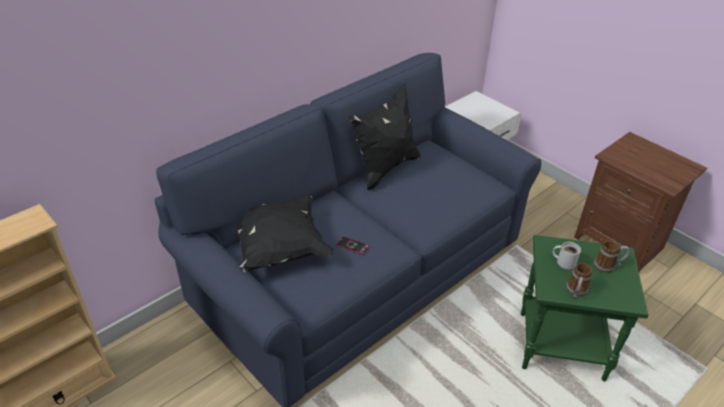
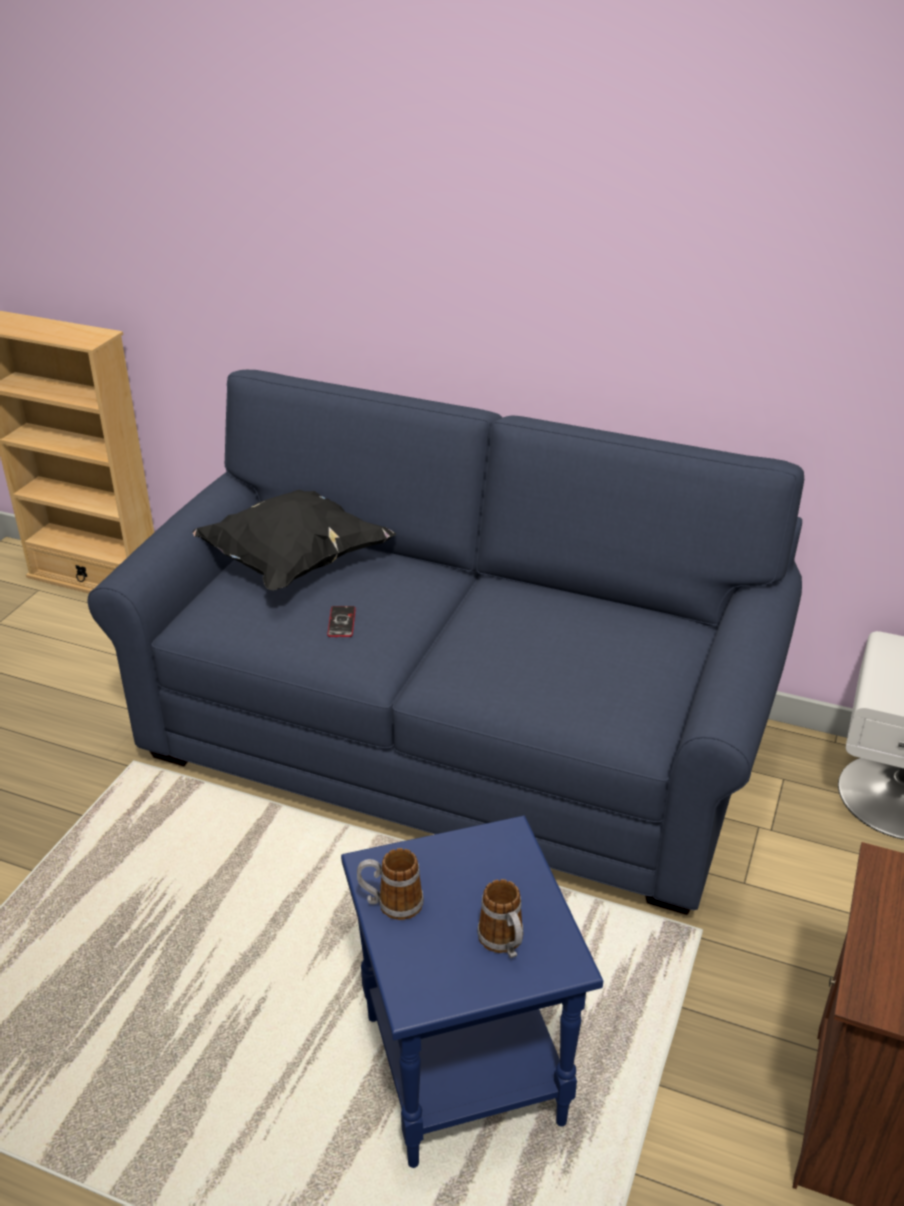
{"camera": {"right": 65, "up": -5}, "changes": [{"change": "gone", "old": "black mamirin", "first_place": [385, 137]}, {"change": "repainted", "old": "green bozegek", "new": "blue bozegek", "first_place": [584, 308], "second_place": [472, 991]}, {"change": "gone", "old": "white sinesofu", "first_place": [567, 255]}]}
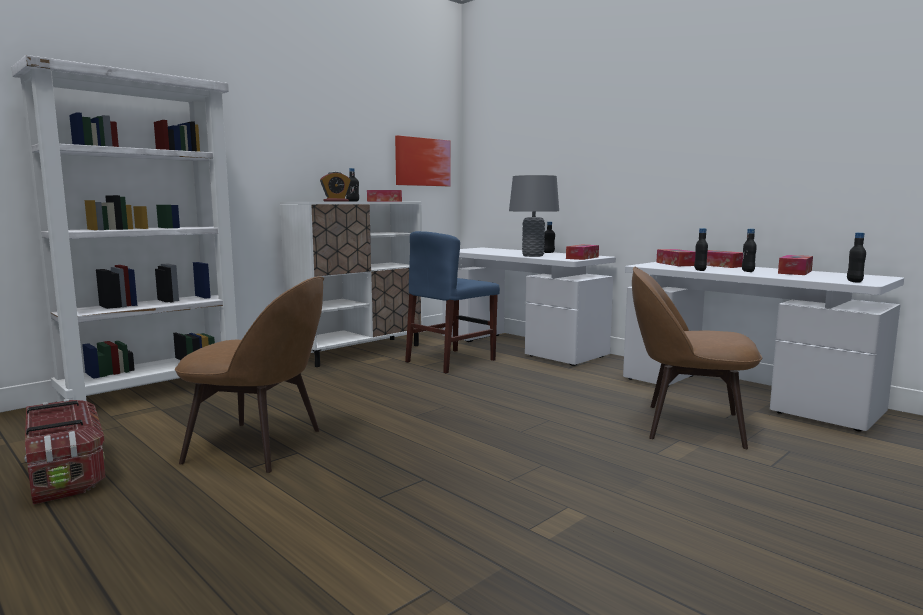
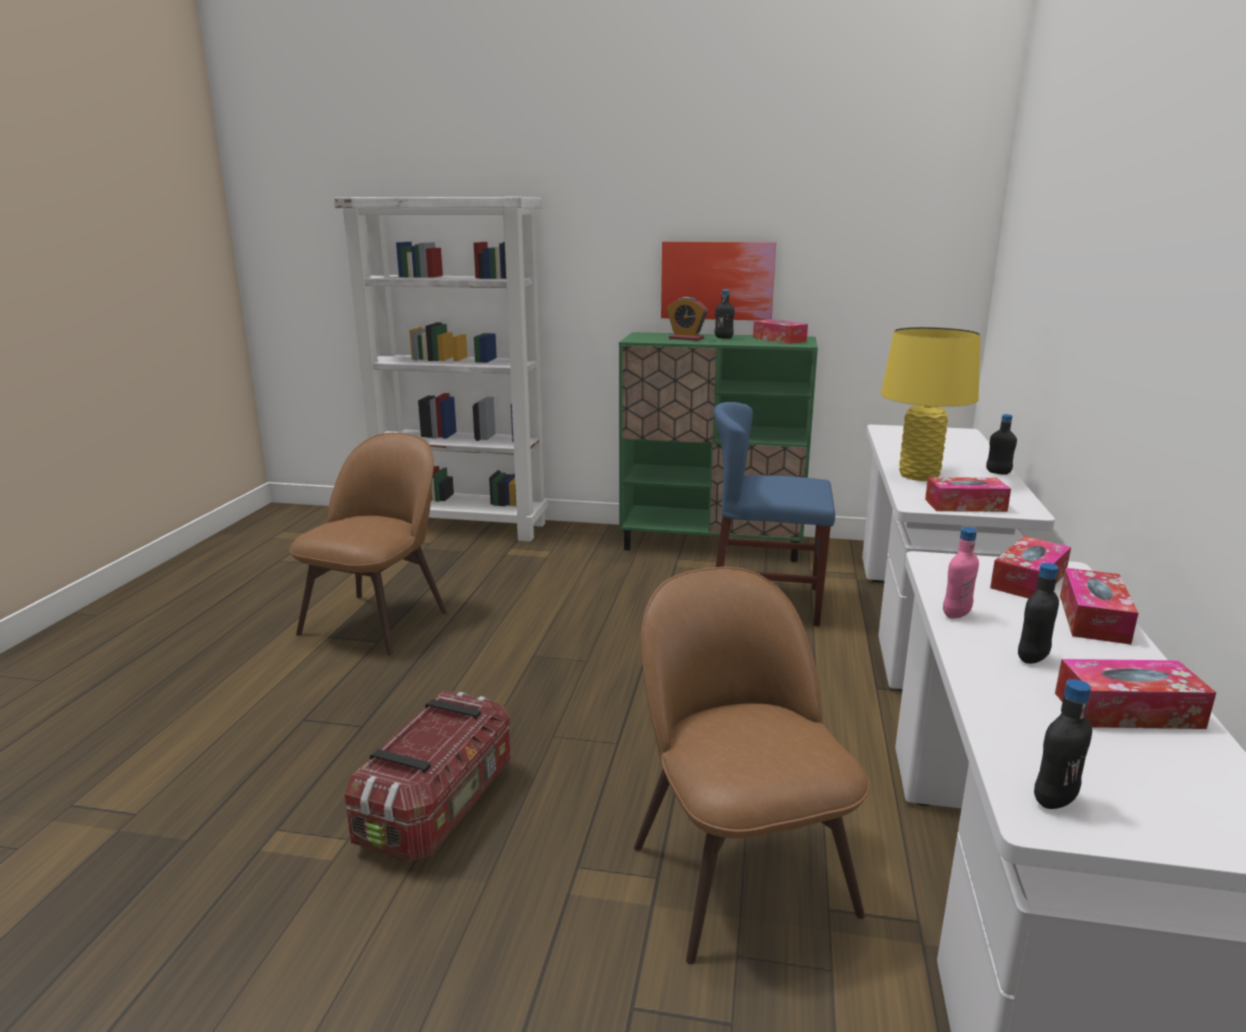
{"camera": {"right": 55, "up": 10}, "changes": [{"change": "shifted", "old": "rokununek", "first_place": [65, 452], "second_place": [428, 776]}, {"change": "rotated", "old": "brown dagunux", "first_place": [249, 374], "second_place": [368, 544], "degrees": -135}, {"change": "repainted", "old": "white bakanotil", "new": "green bakanotil", "first_place": [351, 284], "second_place": [718, 447]}, {"change": "shifted", "old": "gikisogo", "first_place": [423, 160], "second_place": [718, 281]}, {"change": "repainted", "old": "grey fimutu", "new": "yellow fimutu", "first_place": [534, 216], "second_place": [931, 404]}, {"change": "repainted", "old": "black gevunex", "new": "pink gevunex", "first_place": [701, 249], "second_place": [961, 573]}]}
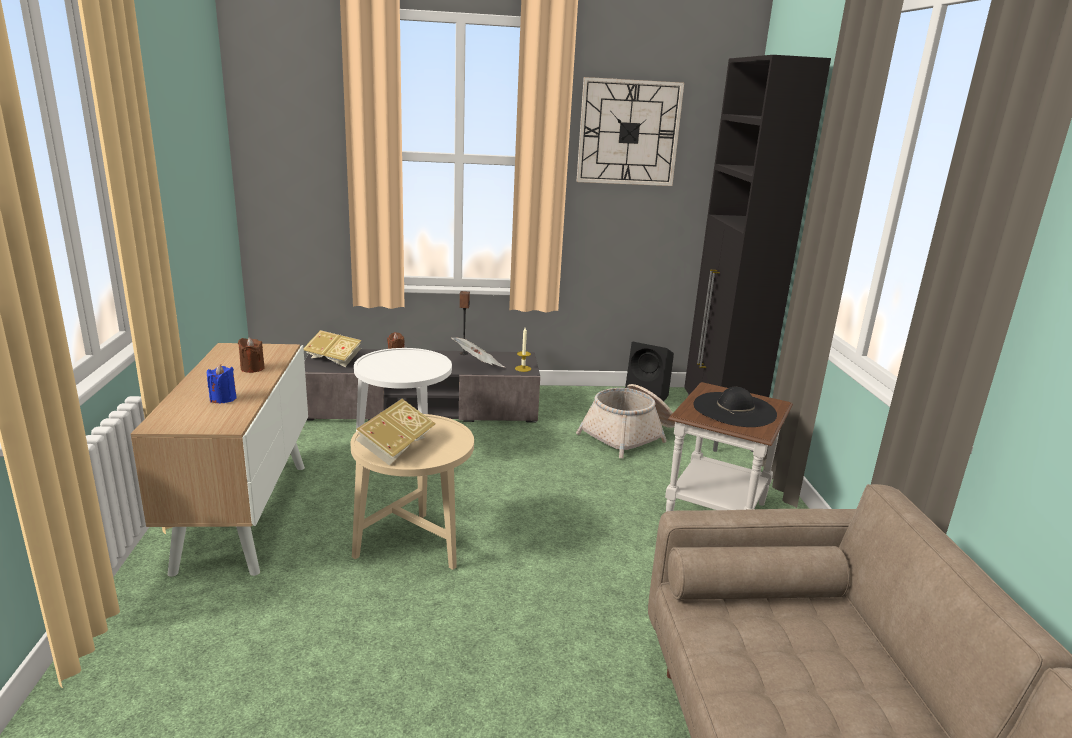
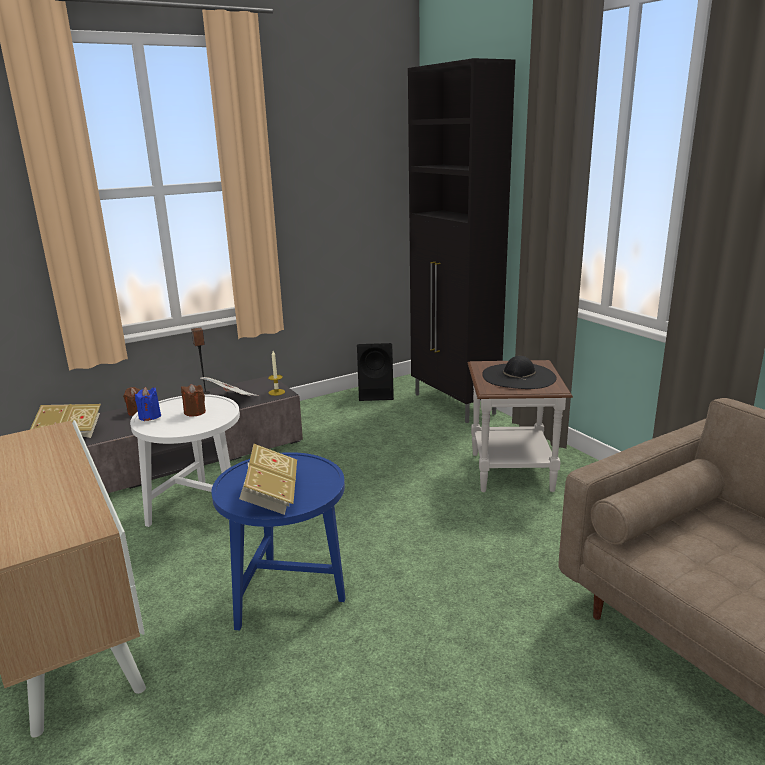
{"camera": {"right": -25, "up": 0}, "changes": [{"change": "shifted", "old": "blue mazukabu", "first_place": [222, 383], "second_place": [148, 404]}, {"change": "shifted", "old": "brown mazukabu", "first_place": [251, 355], "second_place": [193, 400]}, {"change": "repainted", "old": "beige bozegek", "new": "blue bozegek", "first_place": [412, 492], "second_place": [278, 541]}, {"change": "gone", "old": "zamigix", "first_place": [630, 131]}, {"change": "gone", "old": "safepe", "first_place": [625, 421]}]}
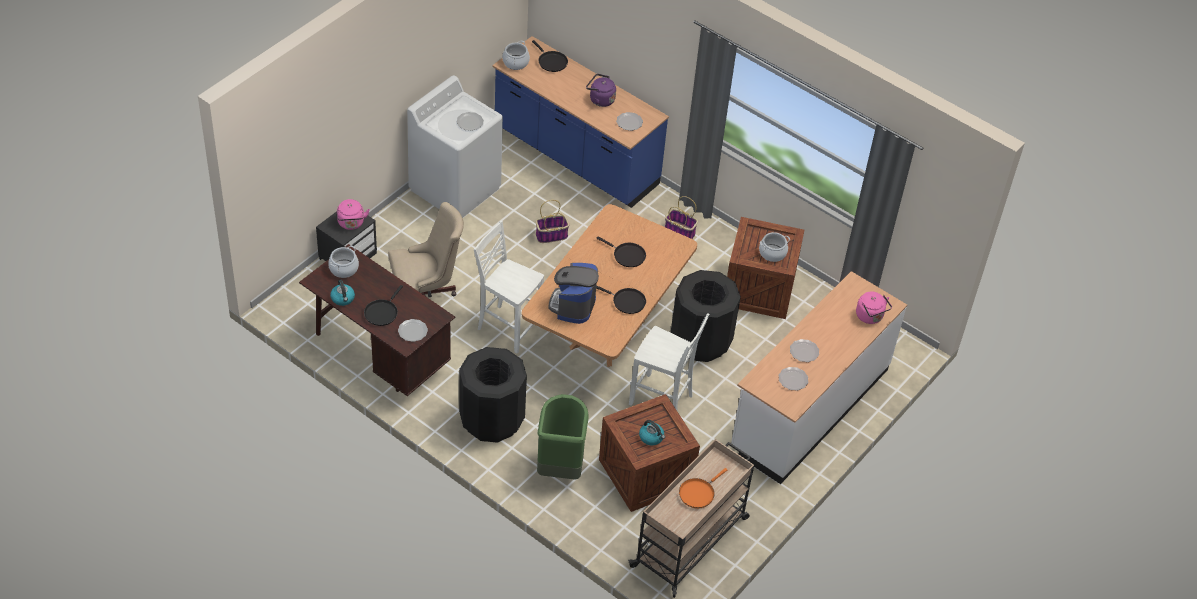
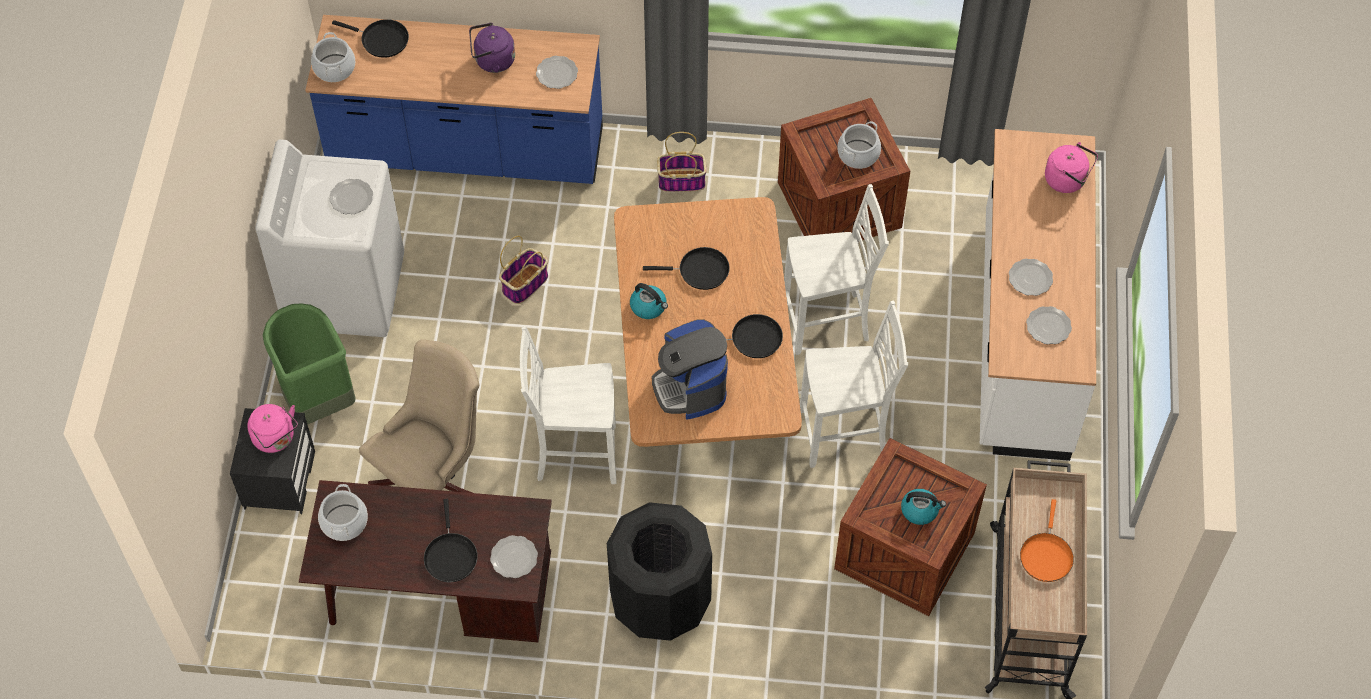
{"camera": {"right": -30, "up": 10}, "changes": [{"change": "shifted", "old": "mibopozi", "first_place": [342, 293], "second_place": [649, 301]}, {"change": "shifted", "old": "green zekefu", "first_place": [562, 436], "second_place": [309, 364]}, {"change": "swapped", "old": "black zekefu", "new": "white dagunux", "first_place": [706, 316], "second_place": [836, 269]}]}
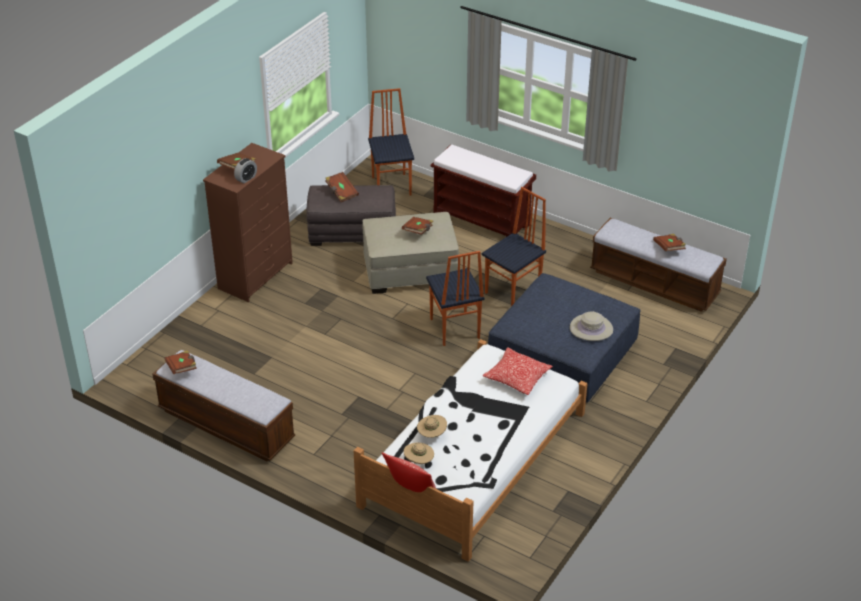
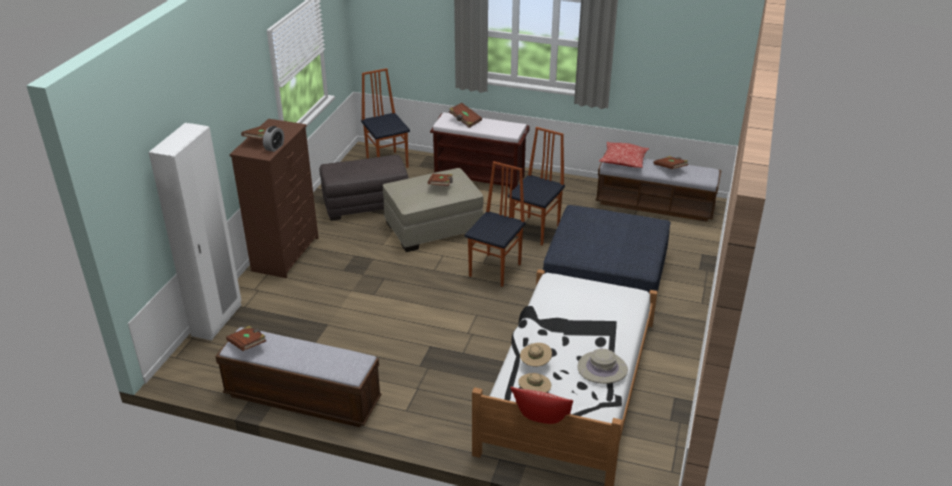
{"camera": {"right": -15, "up": -5}, "changes": [{"change": "shifted", "old": "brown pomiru", "first_place": [342, 187], "second_place": [465, 115]}, {"change": "rotated", "old": "dagunux", "first_place": [455, 298], "second_place": [495, 224], "degrees": -120}, {"change": "shifted", "old": "mamirin", "first_place": [517, 371], "second_place": [624, 155]}, {"change": "shifted", "old": "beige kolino", "first_place": [591, 326], "second_place": [603, 366]}, {"change": "new", "new": "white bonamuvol", "second_place": [195, 232]}]}
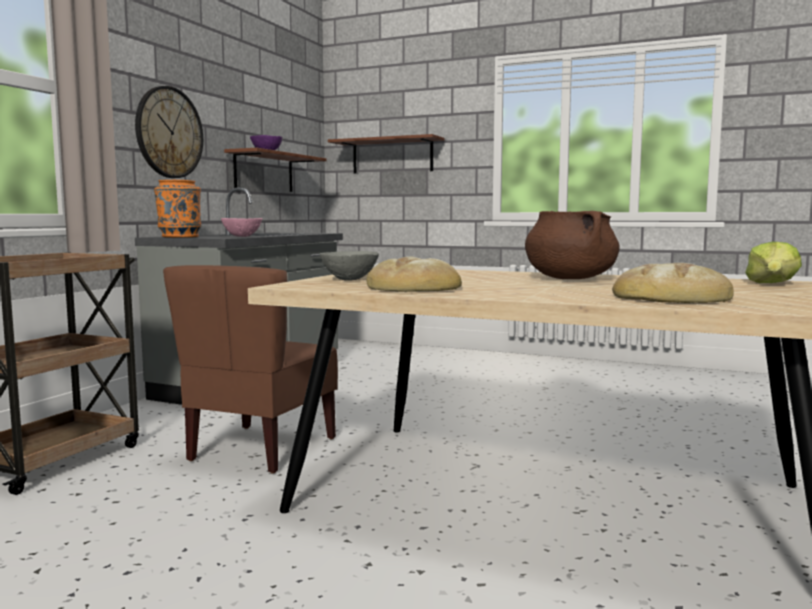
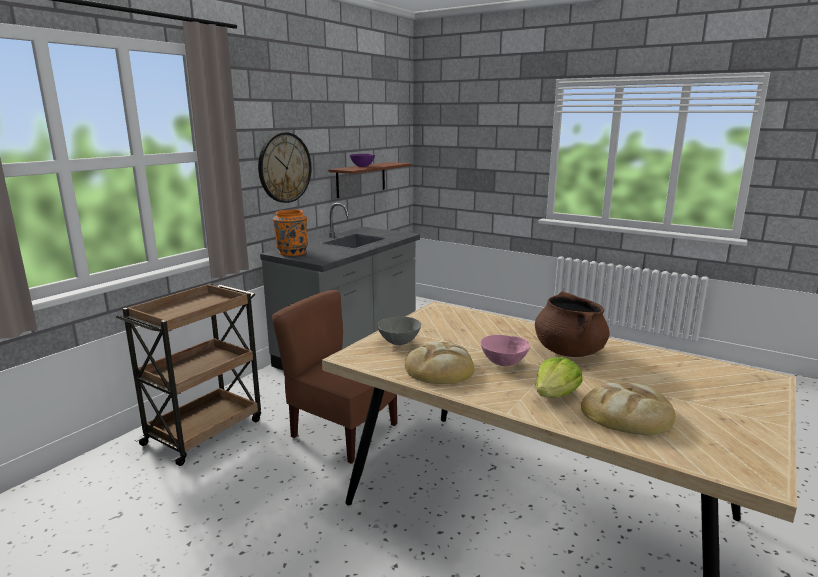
{"camera": {"right": 10, "up": 10}, "changes": [{"change": "rotated", "old": "brown dagunux", "first_place": [250, 369], "second_place": [334, 377], "degrees": 90}, {"change": "shifted", "old": "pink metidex", "first_place": [241, 227], "second_place": [505, 350]}, {"change": "gone", "old": "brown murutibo", "first_place": [386, 154]}, {"change": "shifted", "old": "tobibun", "first_place": [773, 262], "second_place": [559, 377]}]}
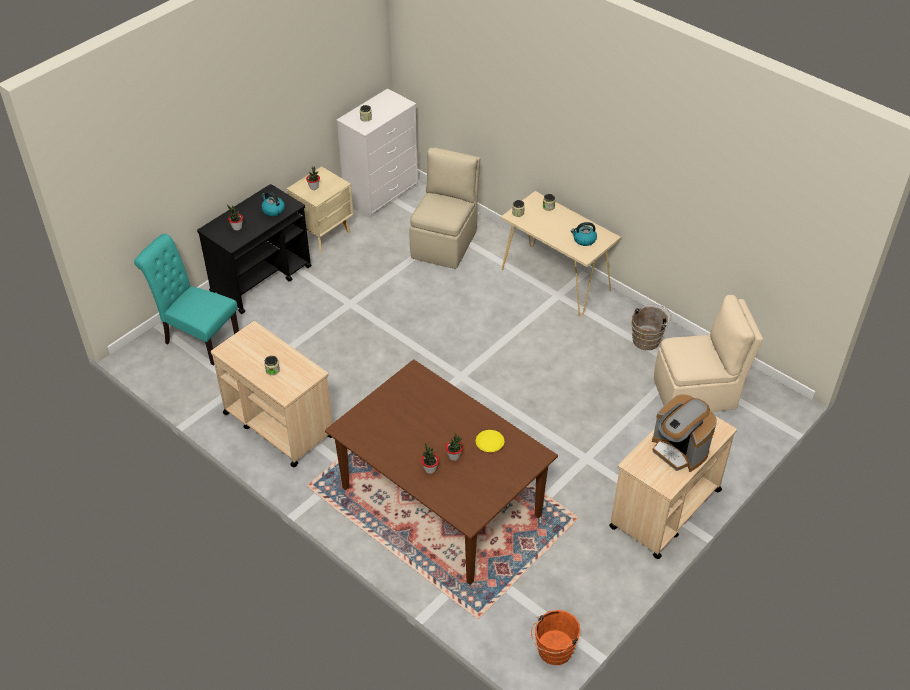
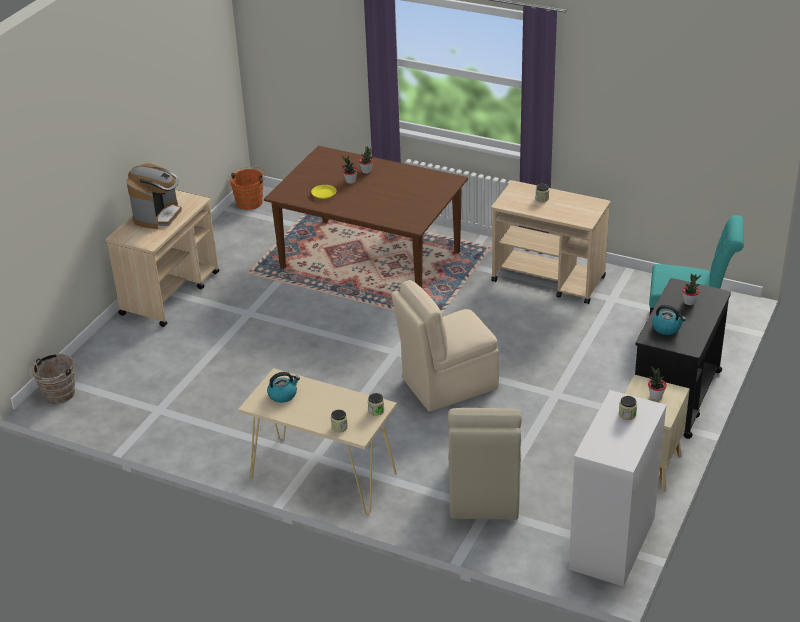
{"camera": {"right": 165, "up": -10}, "changes": [{"change": "shifted", "old": "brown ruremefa", "first_place": [651, 327], "second_place": [51, 378]}, {"change": "rotated", "old": "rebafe", "first_place": [684, 433], "second_place": [154, 196], "degrees": 75}, {"change": "shifted", "old": "beige dagunux", "first_place": [708, 353], "second_place": [445, 346]}]}
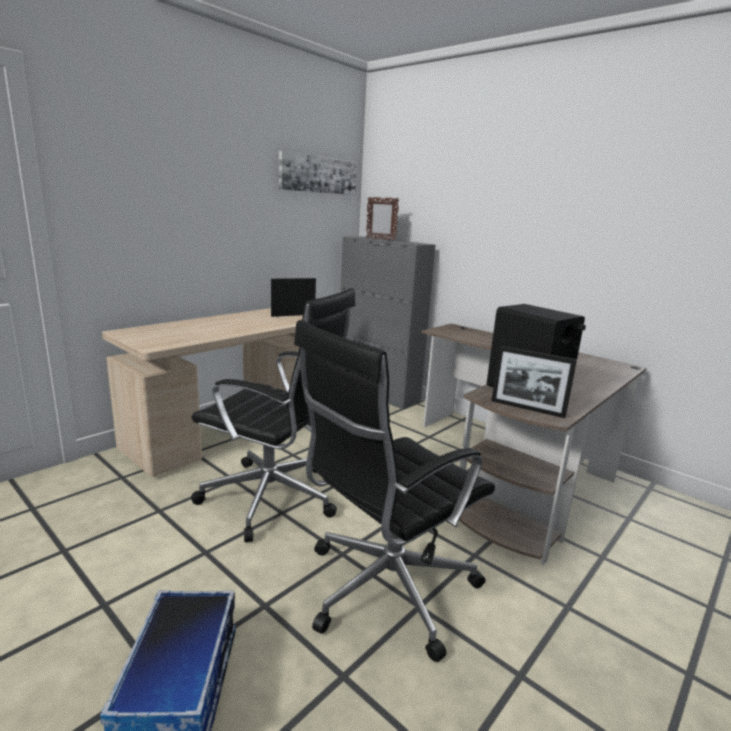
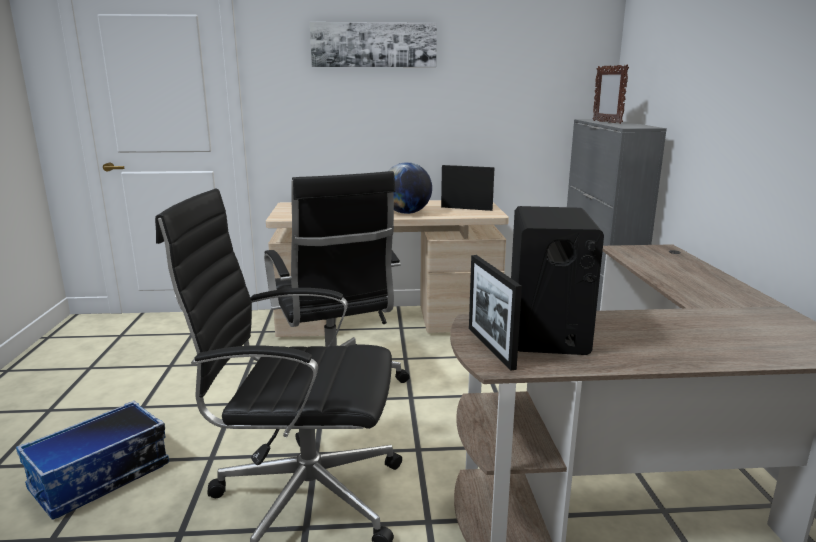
{"camera": {"right": 45, "up": 0}, "changes": [{"change": "shifted", "old": "gikisogo", "first_place": [318, 173], "second_place": [373, 44]}, {"change": "new", "new": "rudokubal", "second_place": [410, 188]}]}
